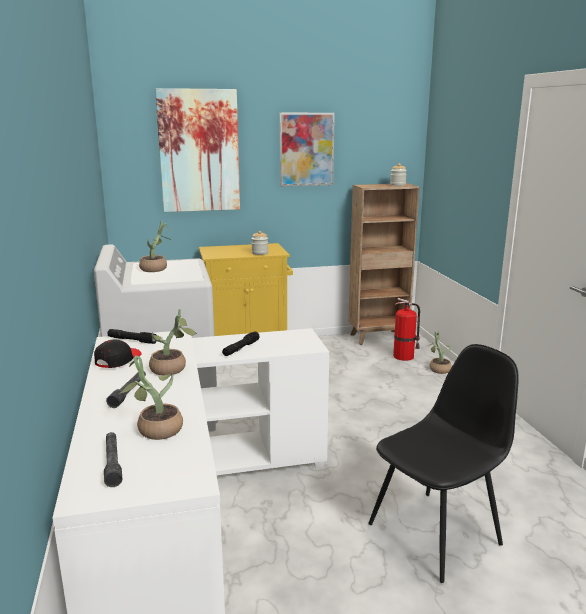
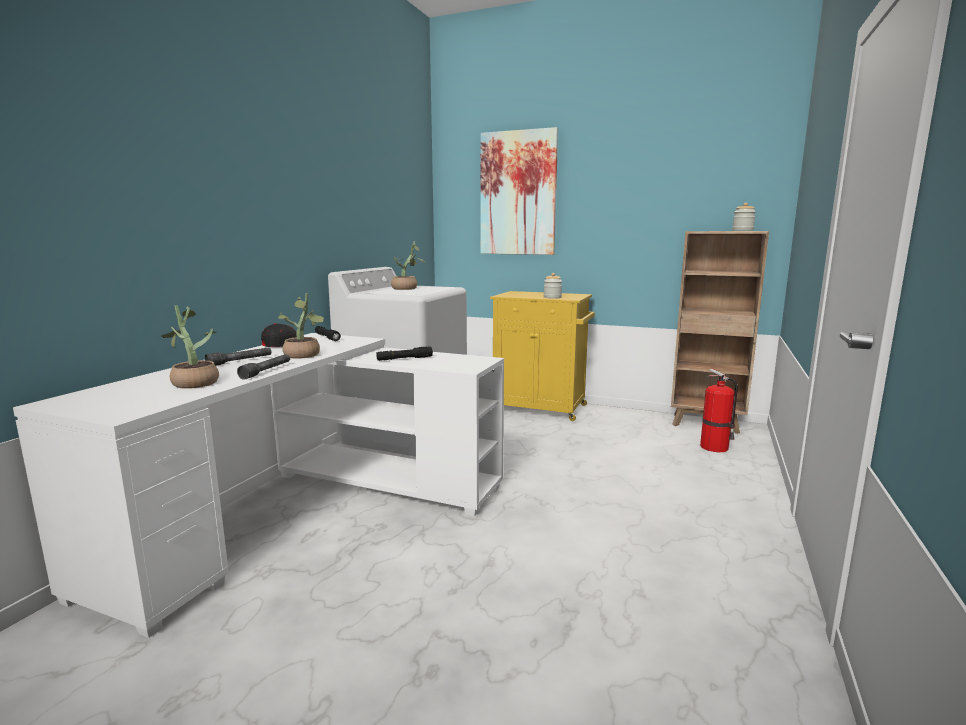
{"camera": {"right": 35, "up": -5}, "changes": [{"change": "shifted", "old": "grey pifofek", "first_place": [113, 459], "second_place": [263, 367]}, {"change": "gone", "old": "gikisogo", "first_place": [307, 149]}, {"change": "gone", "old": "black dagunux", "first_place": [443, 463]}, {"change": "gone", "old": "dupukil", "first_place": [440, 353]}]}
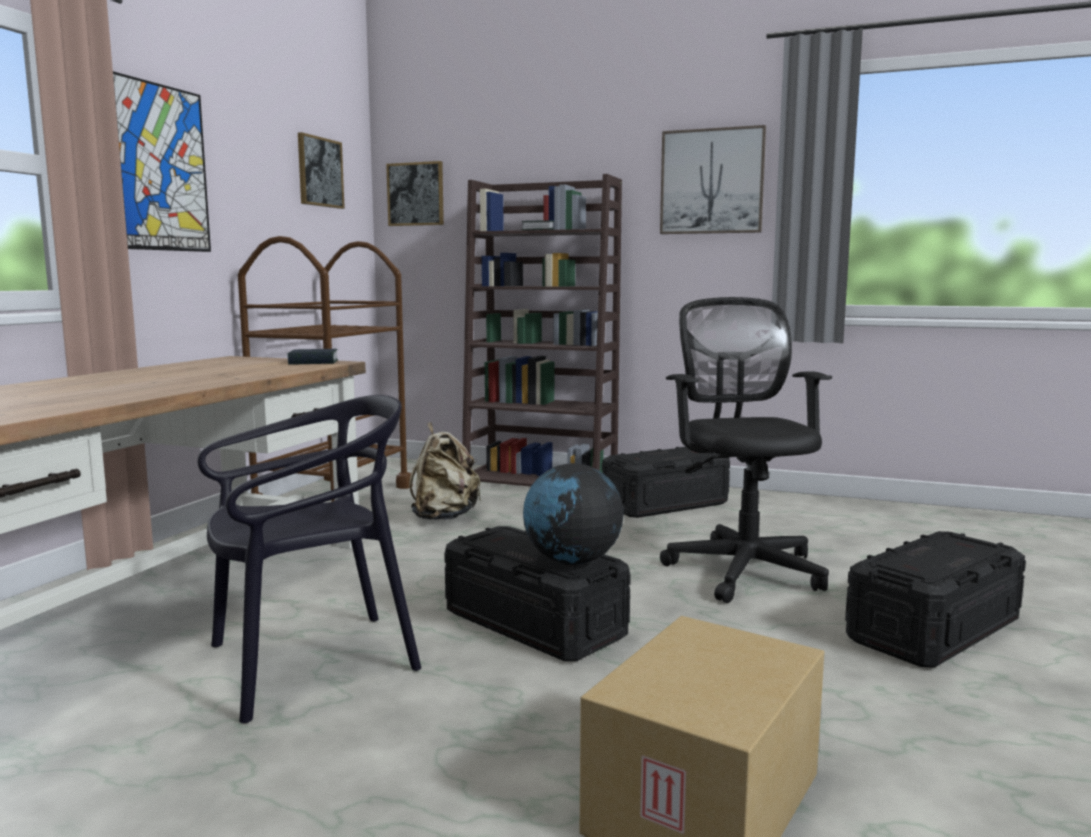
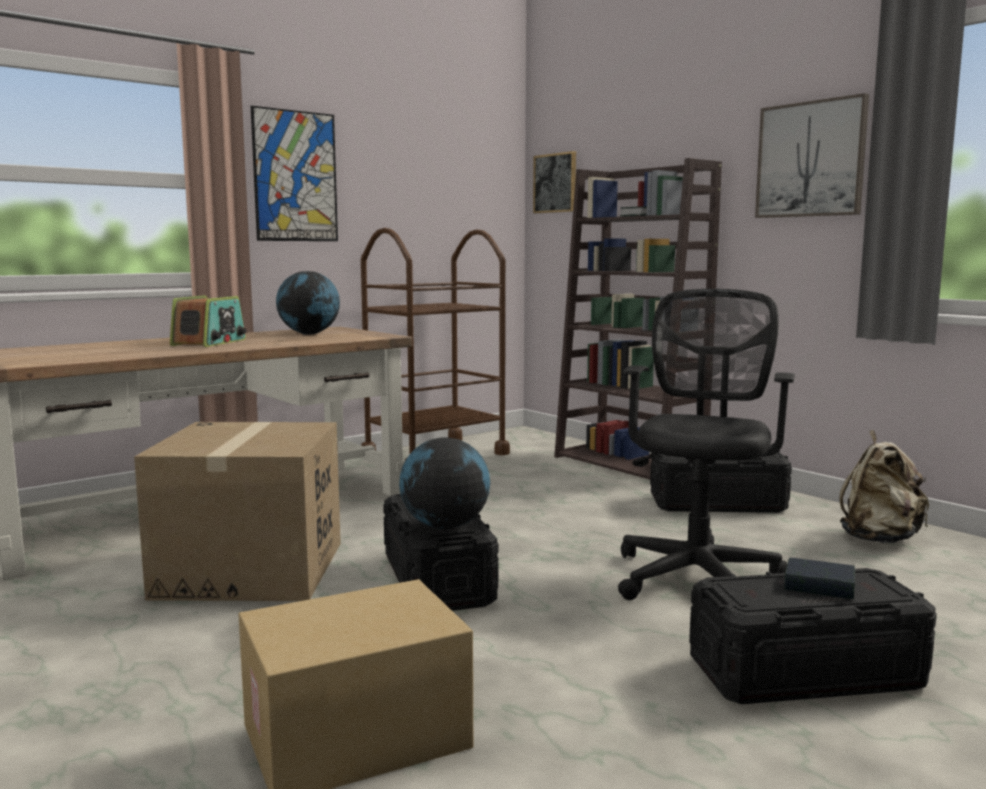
{"camera": {"right": 30, "up": 0}, "changes": [{"change": "swapped", "old": "black dagunux", "new": "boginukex", "first_place": [309, 559], "second_place": [237, 511]}, {"change": "shifted", "old": "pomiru", "first_place": [313, 357], "second_place": [819, 578]}, {"change": "gone", "old": "gikisogo", "first_place": [321, 170]}, {"change": "shifted", "old": "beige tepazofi", "first_place": [445, 471], "second_place": [884, 486]}, {"change": "new", "new": "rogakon", "second_place": [208, 321]}, {"change": "new", "new": "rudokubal", "second_place": [308, 303]}]}
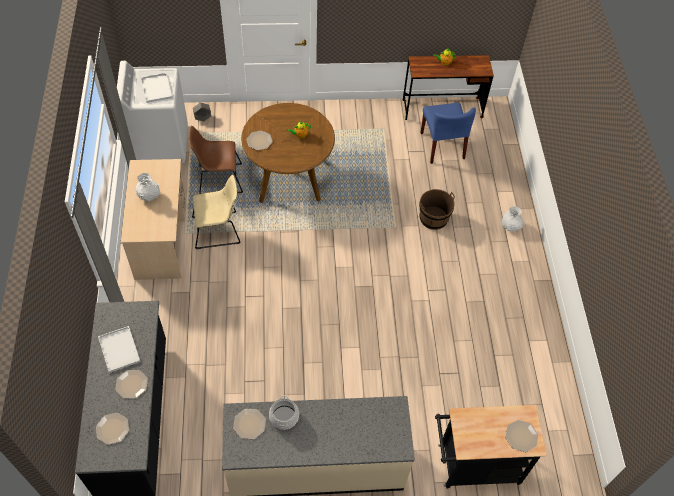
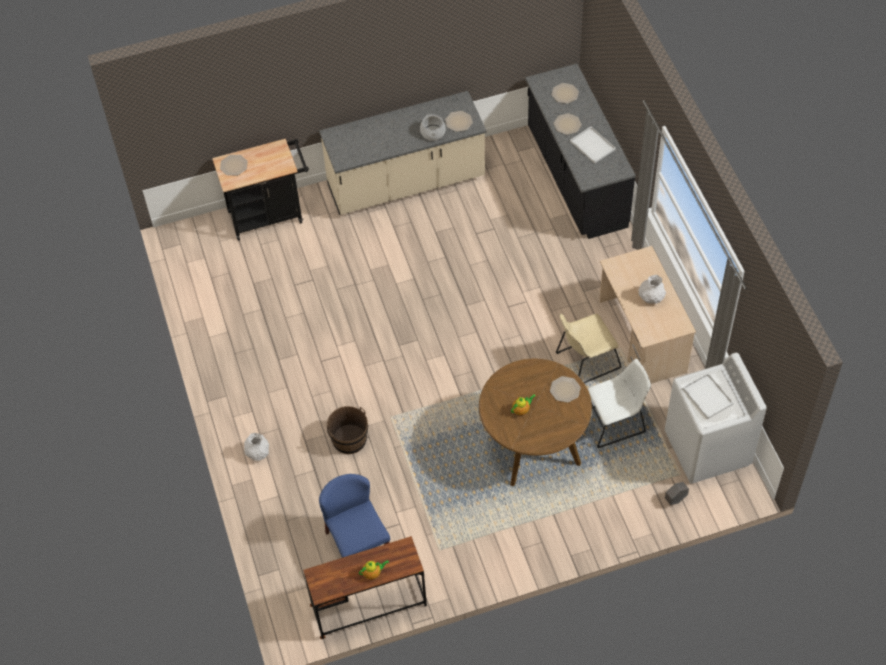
{"camera": {"right": 170, "up": 0}, "changes": [{"change": "repainted", "old": "brown dagunux", "new": "white dagunux", "first_place": [216, 160], "second_place": [619, 403]}]}
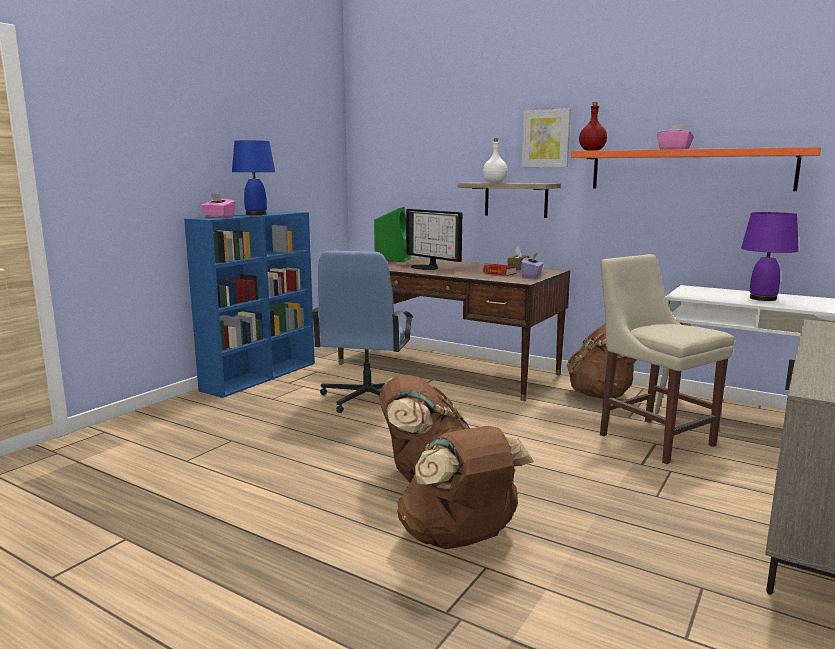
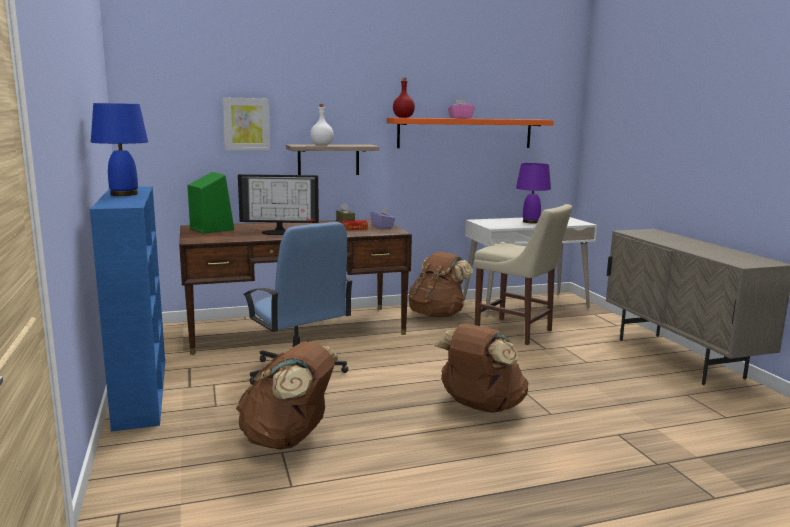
{"camera": {"right": -50, "up": 0}, "changes": [{"change": "gone", "old": "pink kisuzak", "first_place": [218, 206]}, {"change": "shifted", "old": "brown tepazofi", "first_place": [465, 487], "second_place": [287, 396]}, {"change": "shifted", "old": "gikisogo", "first_place": [546, 137], "second_place": [246, 124]}, {"change": "rotated", "old": "beige dagunux", "first_place": [667, 359], "second_place": [523, 274], "degrees": -150}]}
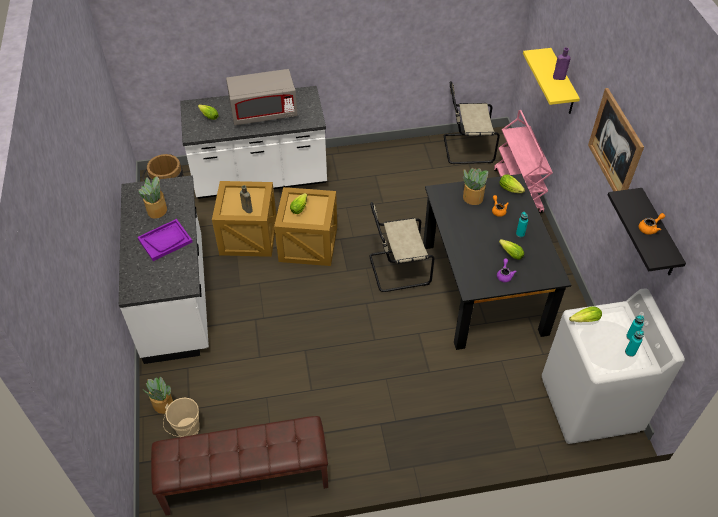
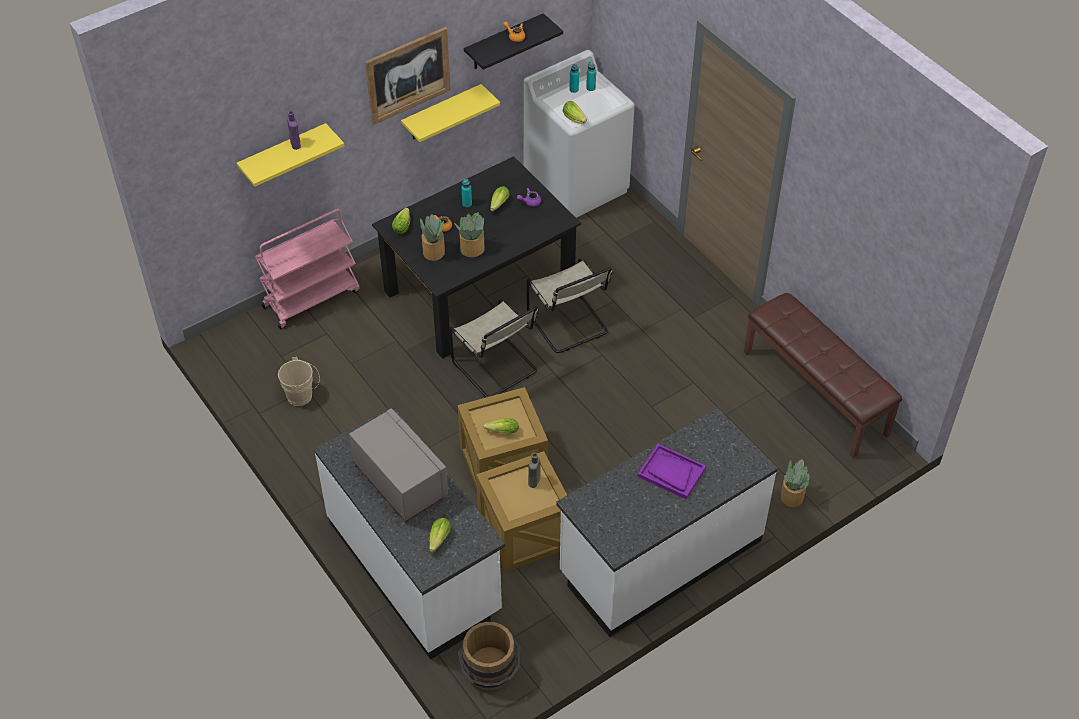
{"camera": {"right": -115, "up": 0}, "changes": [{"change": "shifted", "old": "dupukil", "first_place": [152, 197], "second_place": [469, 234]}, {"change": "shifted", "old": "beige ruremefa", "first_place": [181, 417], "second_place": [299, 381]}, {"change": "shifted", "old": "beige dagunux", "first_place": [472, 122], "second_place": [569, 306]}, {"change": "new", "new": "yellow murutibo", "second_place": [450, 113]}]}
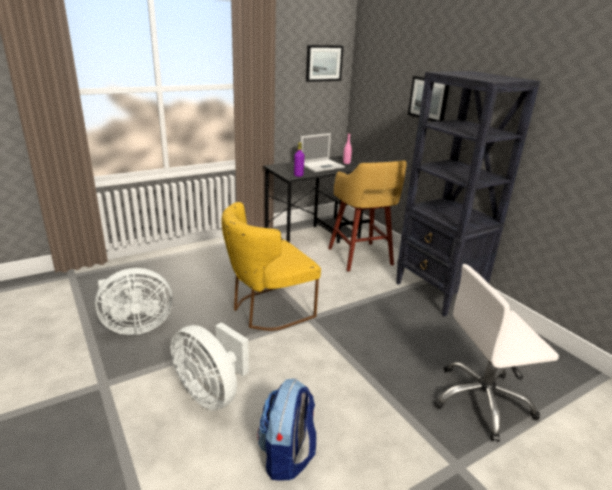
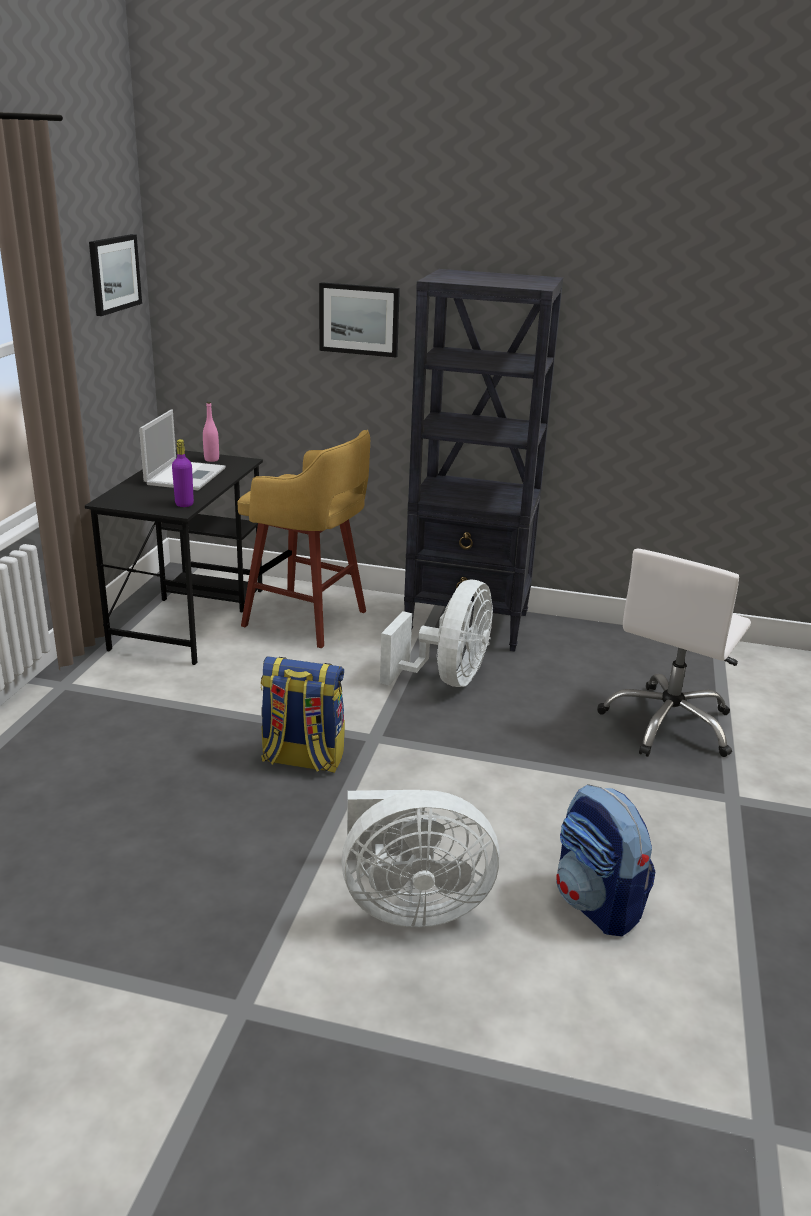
{"camera": {"right": -45, "up": 0}, "changes": [{"change": "shifted", "old": "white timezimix", "first_place": [134, 301], "second_place": [436, 633]}, {"change": "swapped", "old": "yellow dagunux", "new": "tepazofi", "first_place": [271, 266], "second_place": [303, 714]}]}
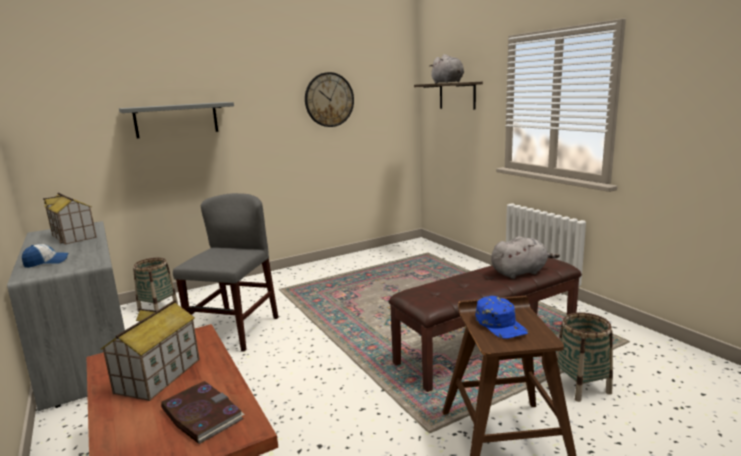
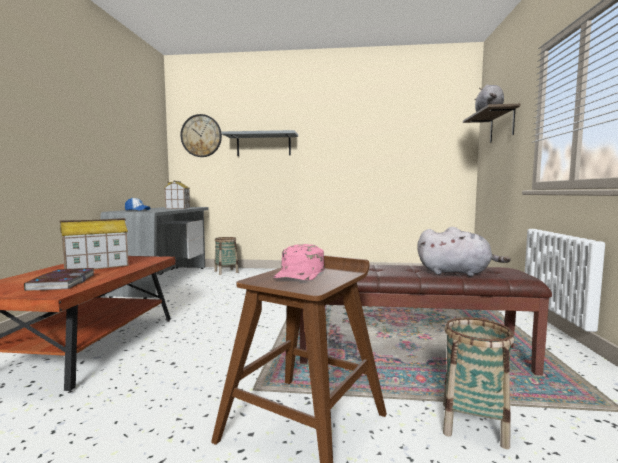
{"camera": {"right": 35, "up": -10}, "changes": [{"change": "gone", "old": "grey dagunux", "first_place": [225, 272]}, {"change": "shifted", "old": "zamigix", "first_place": [329, 99], "second_place": [201, 135]}, {"change": "repainted", "old": "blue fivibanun", "new": "pink fivibanun", "first_place": [502, 317], "second_place": [299, 262]}]}
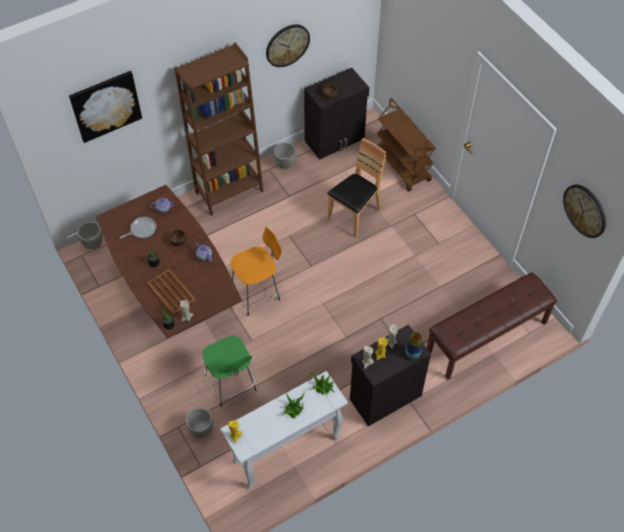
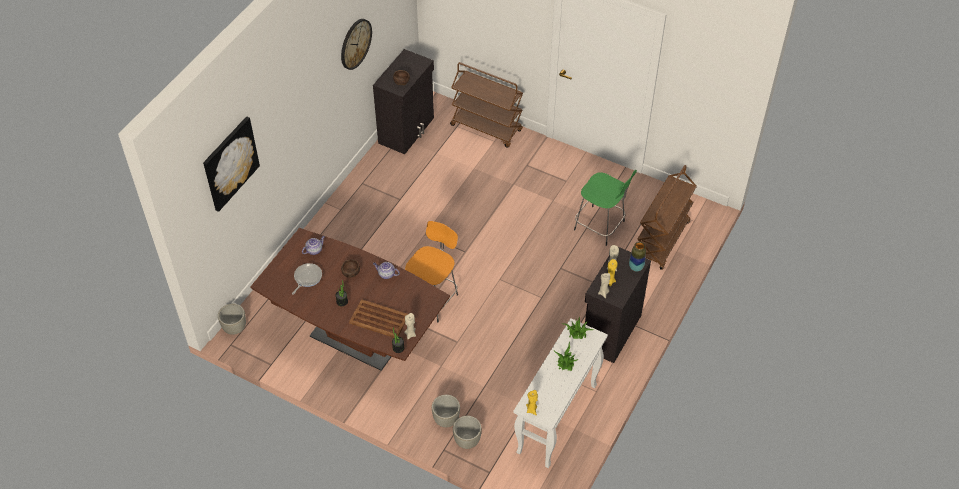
{"camera": {"right": -30, "up": -5}, "changes": [{"change": "gone", "old": "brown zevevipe", "first_place": [219, 129]}, {"change": "shifted", "old": "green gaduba", "first_place": [229, 371], "second_place": [605, 208]}, {"change": "shifted", "old": "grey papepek", "first_place": [285, 156], "second_place": [446, 411]}, {"change": "gone", "old": "brown dagunux", "first_place": [356, 188]}, {"change": "swapped", "old": "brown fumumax", "new": "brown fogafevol", "first_place": [492, 326], "second_place": [667, 217]}, {"change": "gone", "old": "zamigix", "first_place": [584, 211]}]}
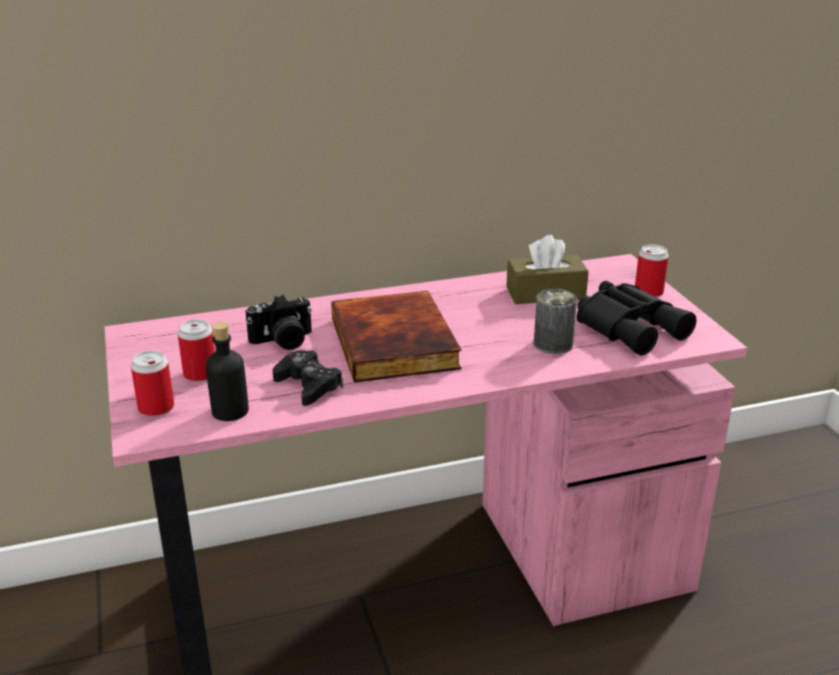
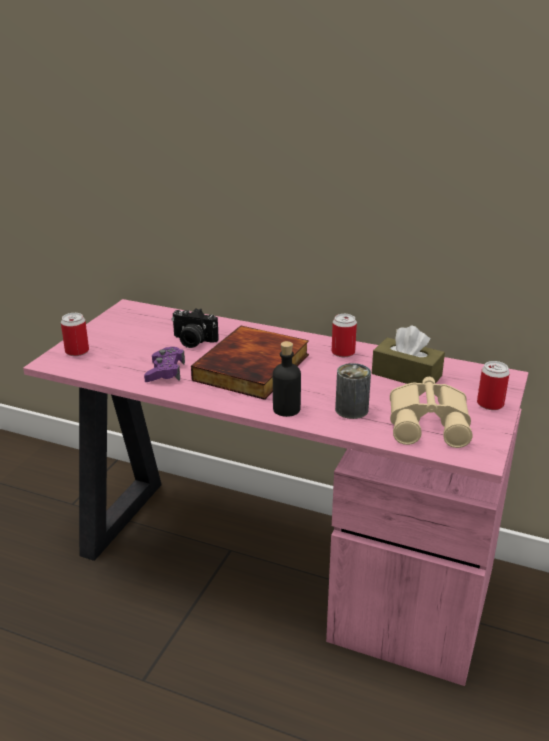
{"camera": {"right": 40, "up": 0}, "changes": [{"change": "shifted", "old": "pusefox", "first_place": [196, 350], "second_place": [344, 335]}, {"change": "shifted", "old": "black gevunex", "first_place": [227, 371], "second_place": [287, 379]}, {"change": "repainted", "old": "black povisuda", "new": "purple povisuda", "first_place": [308, 378], "second_place": [164, 364]}, {"change": "repainted", "old": "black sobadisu", "new": "beige sobadisu", "first_place": [637, 318], "second_place": [431, 412]}]}
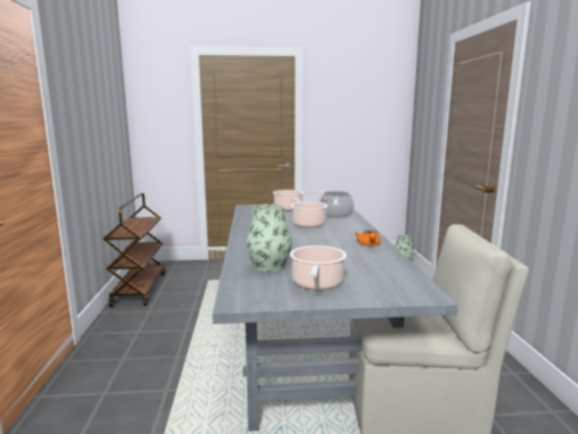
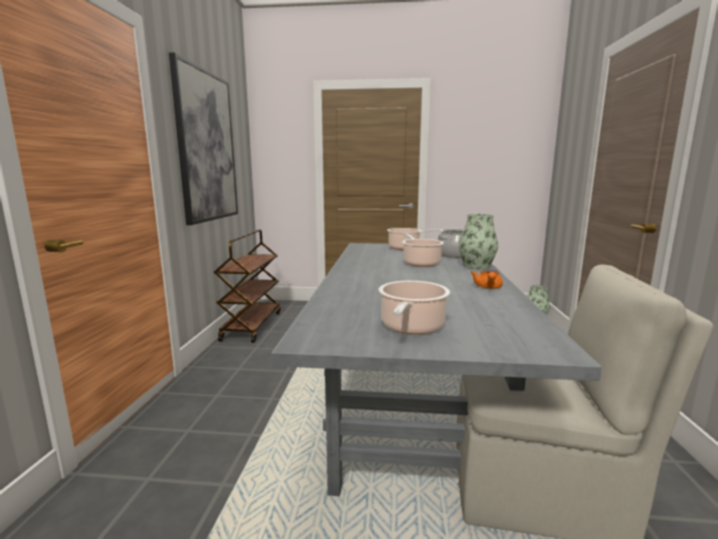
{"camera": {"right": 10, "up": 0}, "changes": [{"change": "shifted", "old": "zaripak", "first_place": [269, 238], "second_place": [478, 241]}, {"change": "new", "new": "gikisogo", "second_place": [203, 138]}]}
